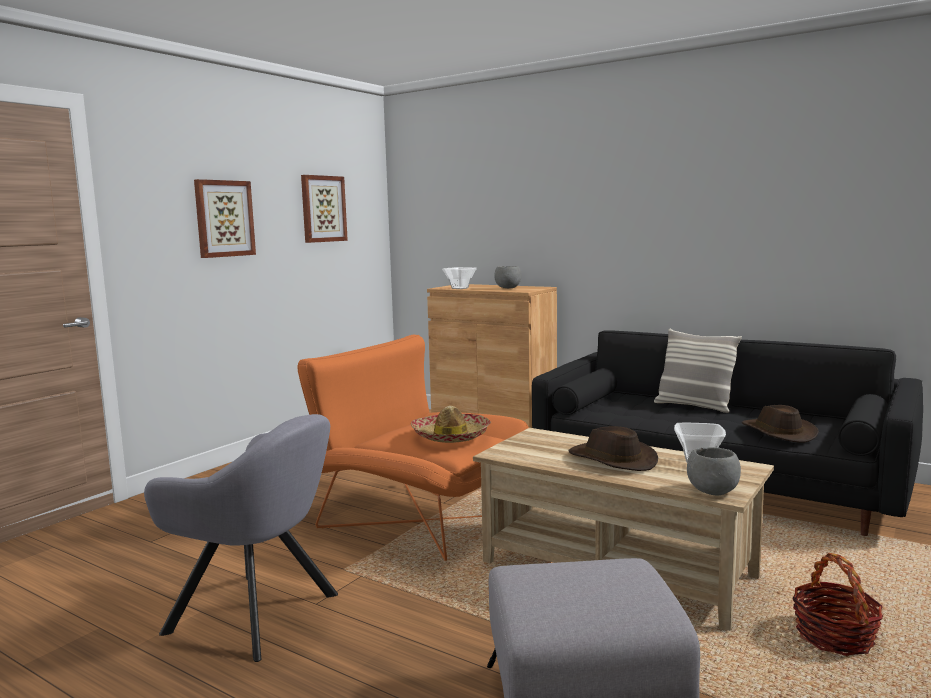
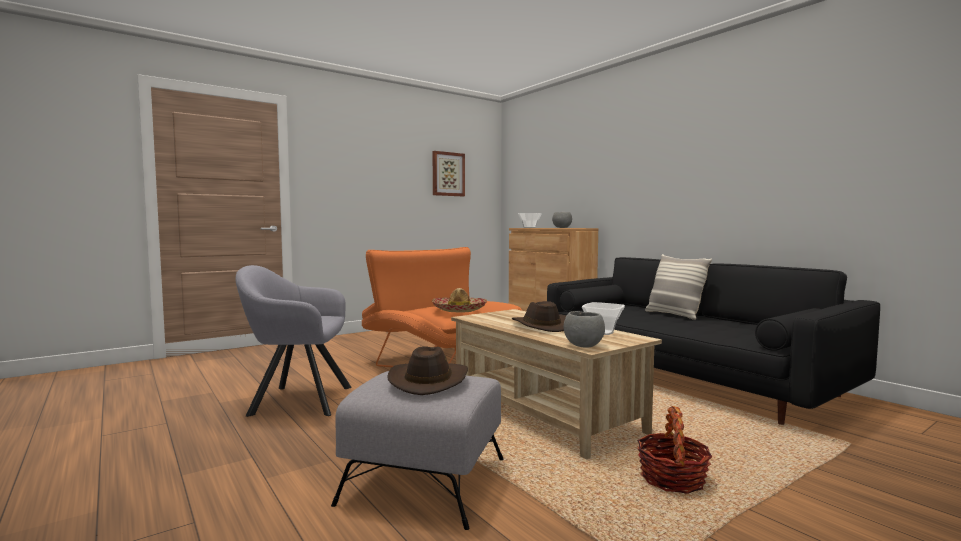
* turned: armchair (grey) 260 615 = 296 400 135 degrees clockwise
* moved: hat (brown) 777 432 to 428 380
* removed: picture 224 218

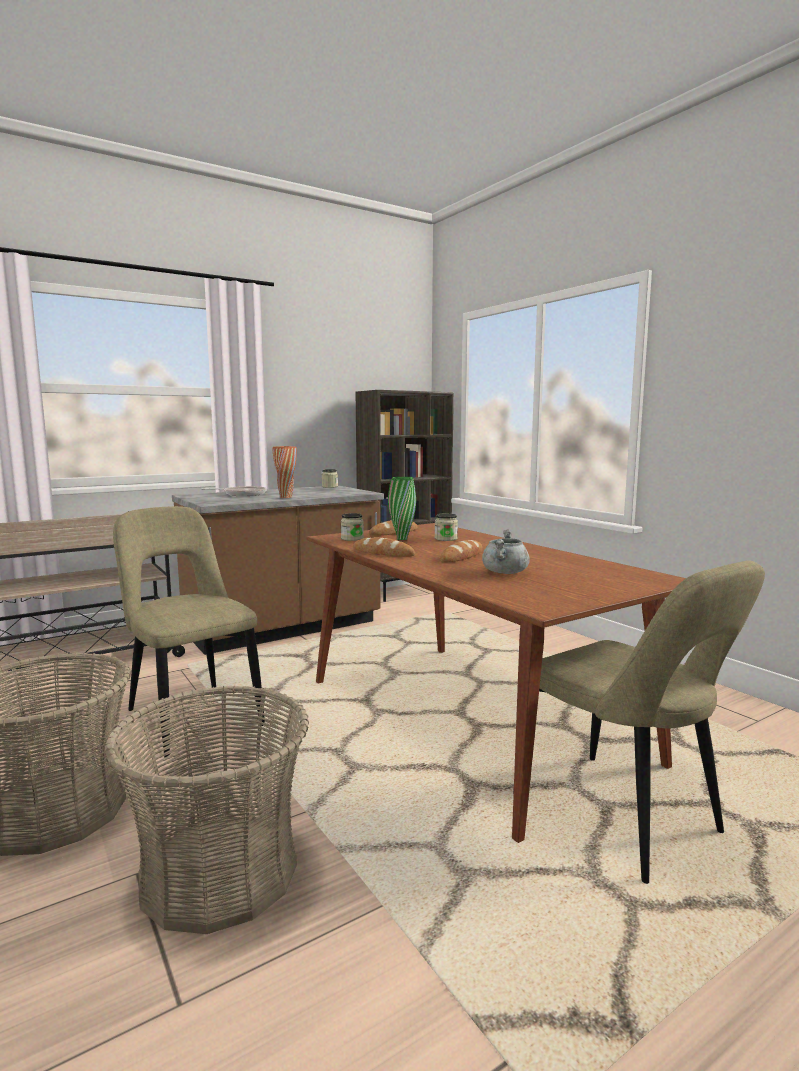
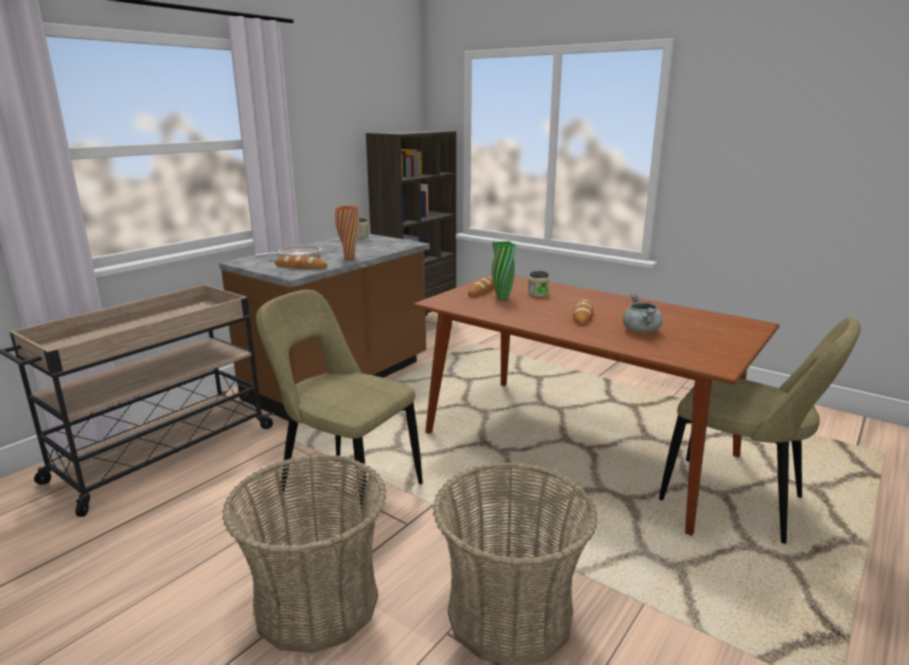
* moved: bread 383 553 to 301 266
* removed: jar 352 538

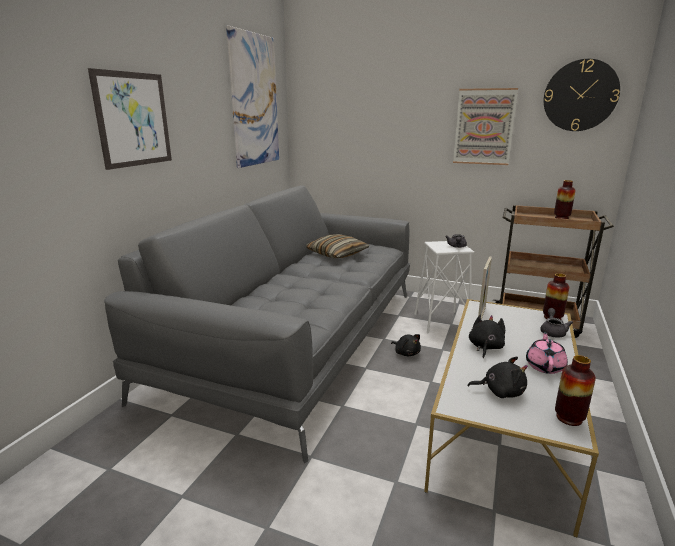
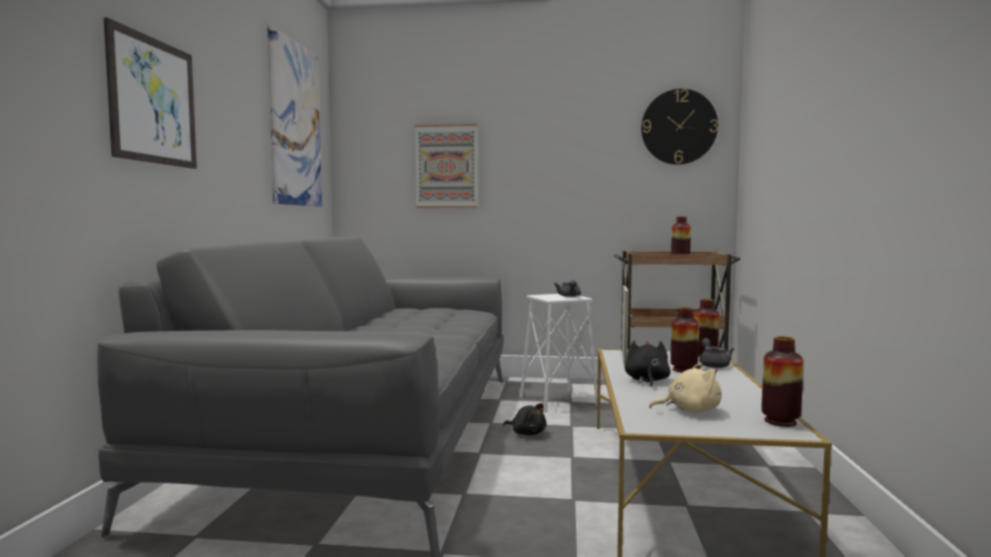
* moved: picture 484 127 to 446 166
* recoloured: plush toy (black) 500 391 to plush toy (beige) 689 410
* added: vase 683 370
* removed: pillow 337 254
* removed: teapot (pink) 545 366

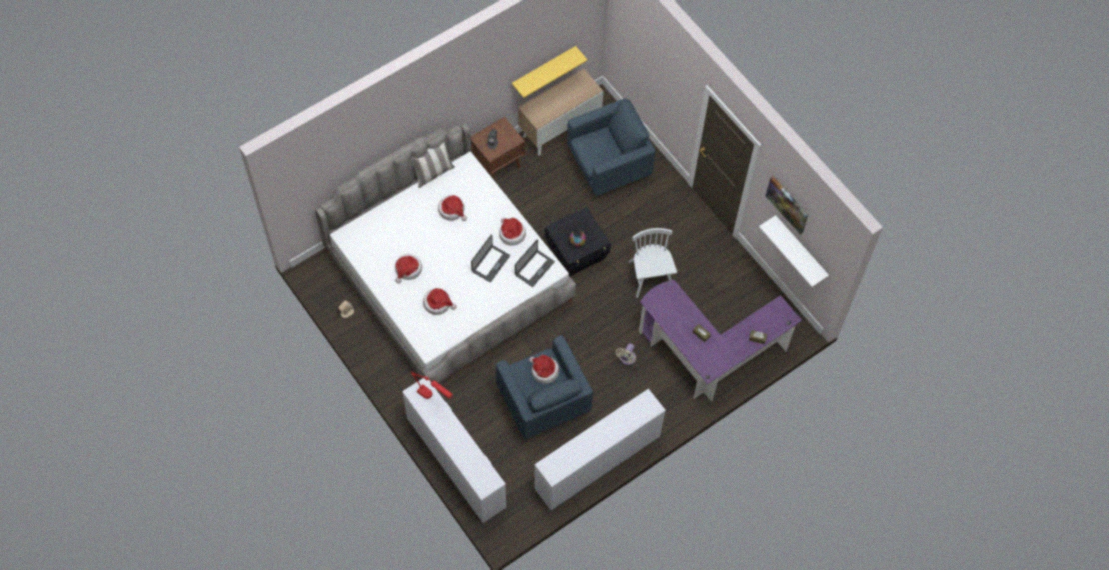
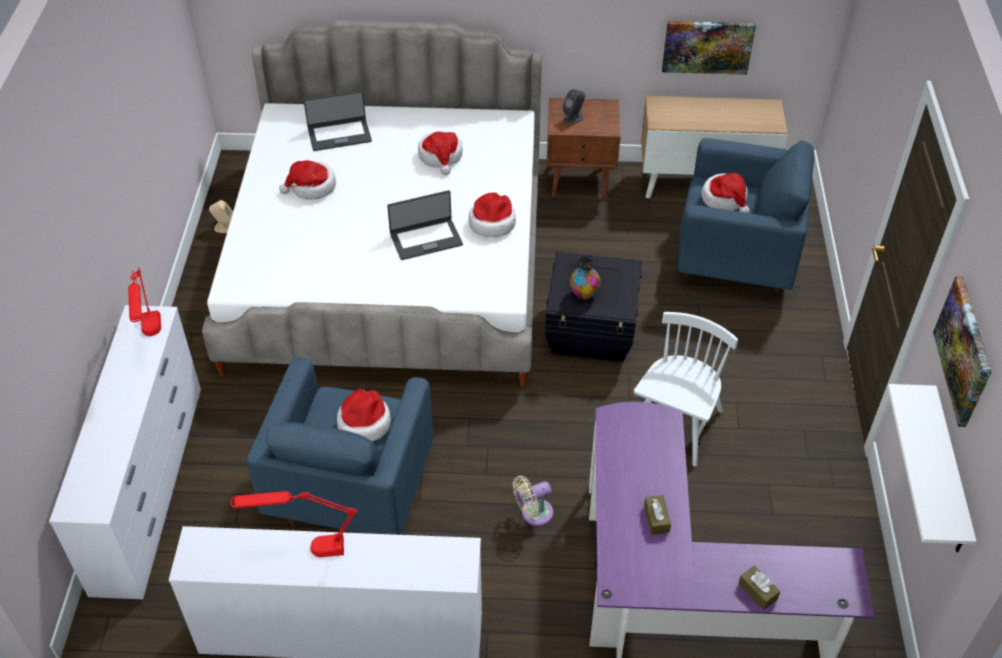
* added: table lamp (red) 304 549
* moved: laptop 534 268 to 339 134
* replaced: shelf (yellow) 543 69 to picture 707 46
* moved: hat 438 303 to 725 199
* removed: pillow 433 172

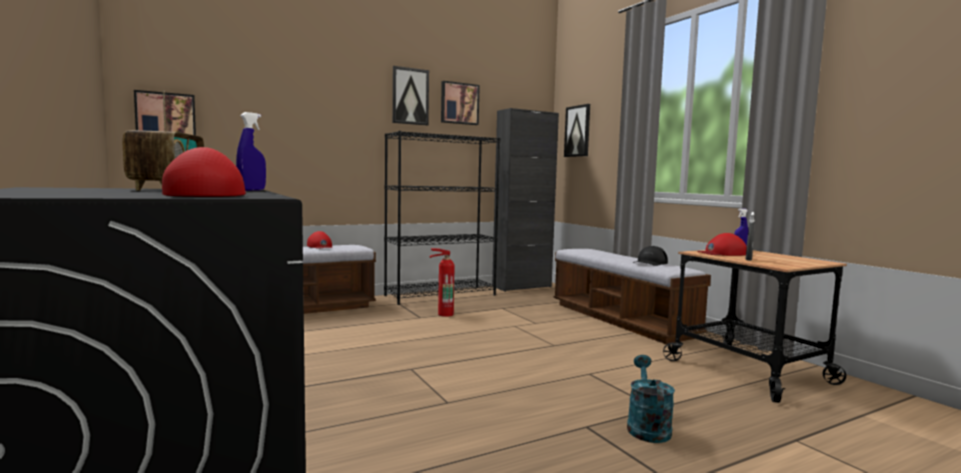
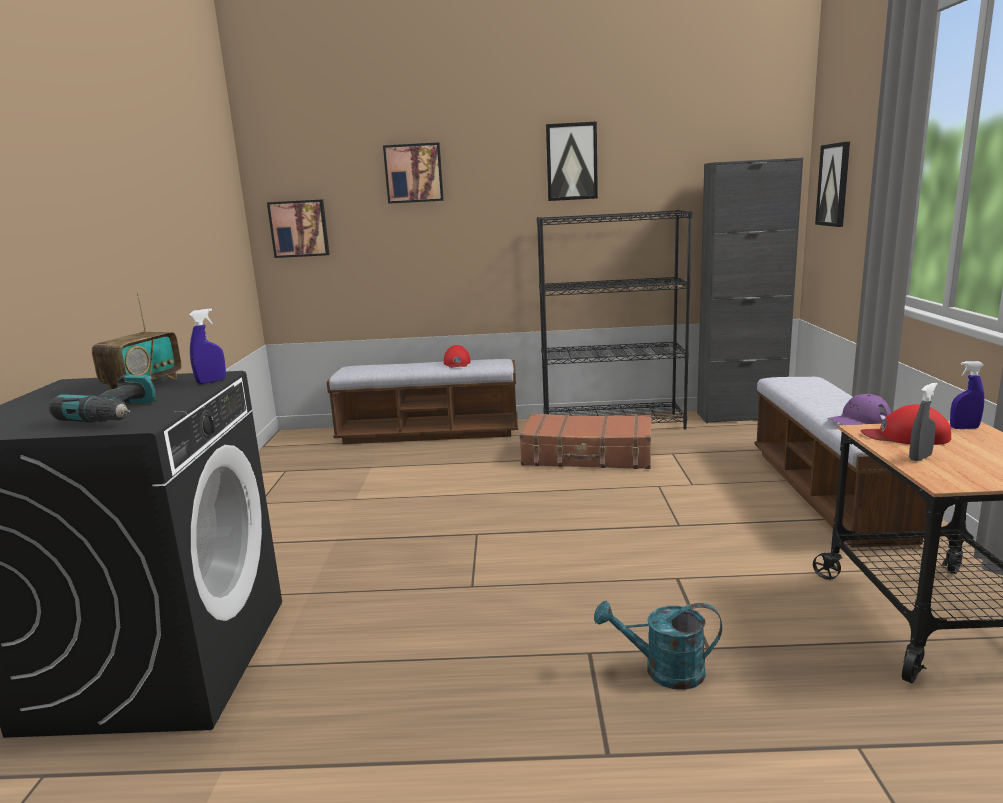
* replaced: cap (red) 208 194 to power drill 118 414
* moved: picture 459 103 to 414 173
* replaced: fire extinguisher 444 314 to suitcase (brown) 587 456
* turned: watering can (turquoise) 646 427 = 663 671 120 degrees counterclockwise
* recoloured: cap (black) 650 263 to cap (purple) 859 420

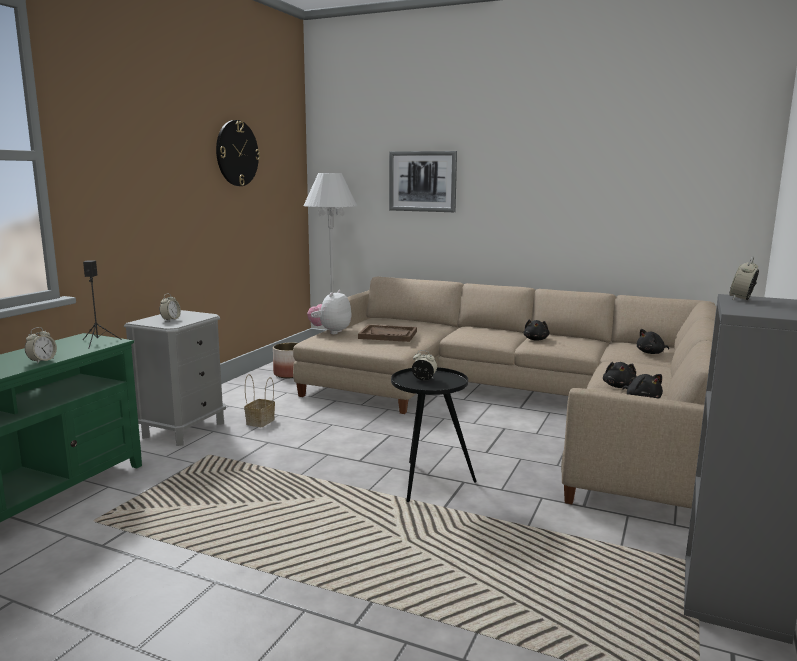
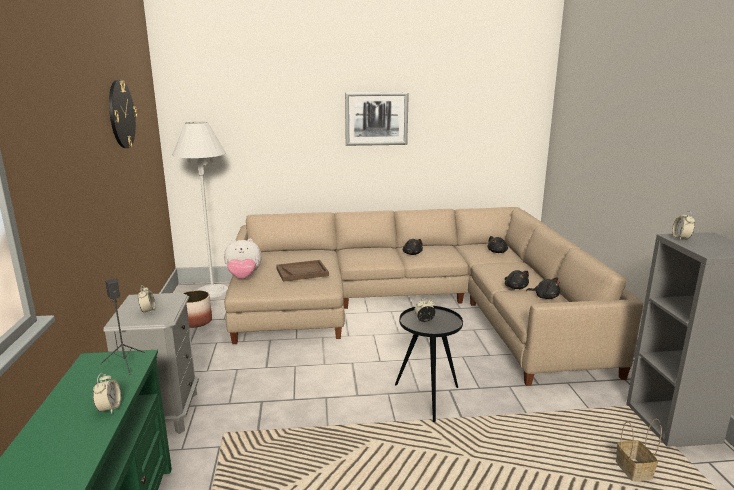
* turned: plush toy 330 332 = 243 277 90 degrees counterclockwise
* moved: picture 422 181 to 376 118
* moved: basket 260 422 to 635 471

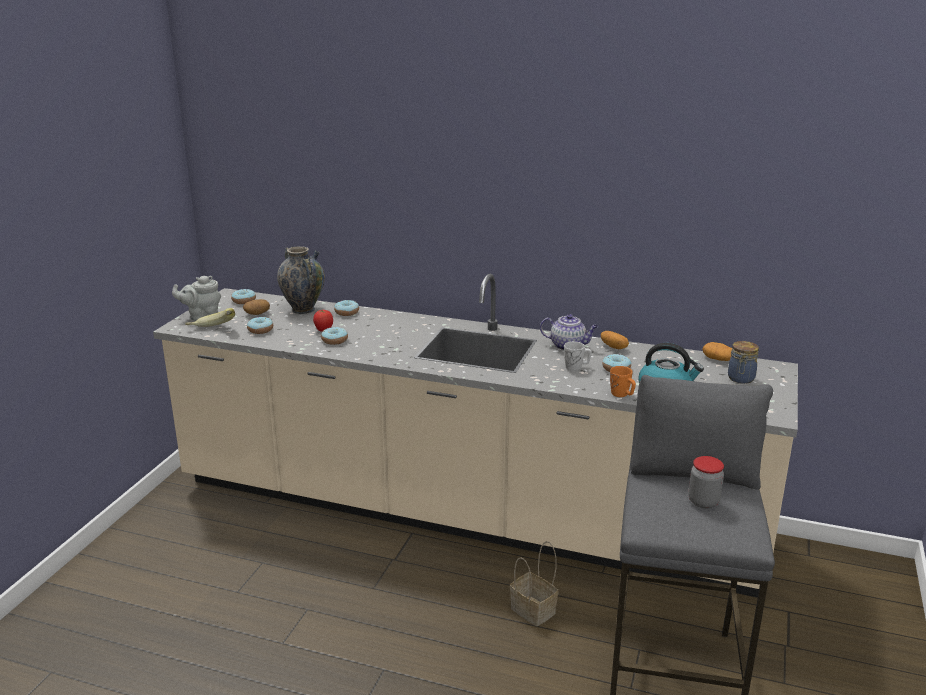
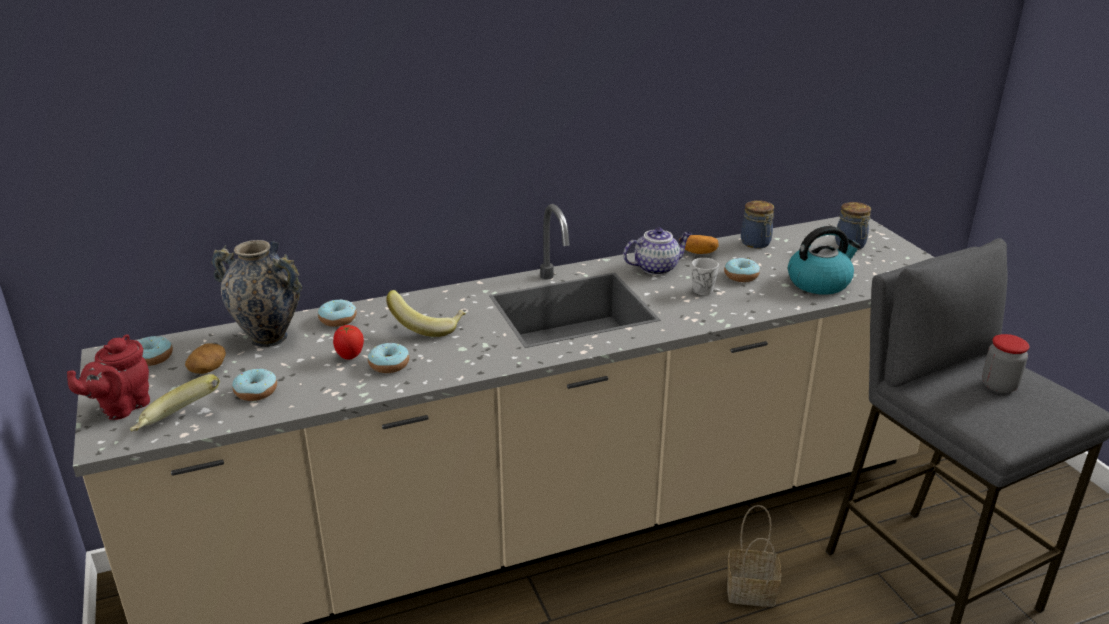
* recoloured: teapot (grey) 202 316 to teapot (red) 121 407
* added: banana 428 327
* added: jar 756 243
* removed: mug (orange) 622 395
* removed: potato 718 359

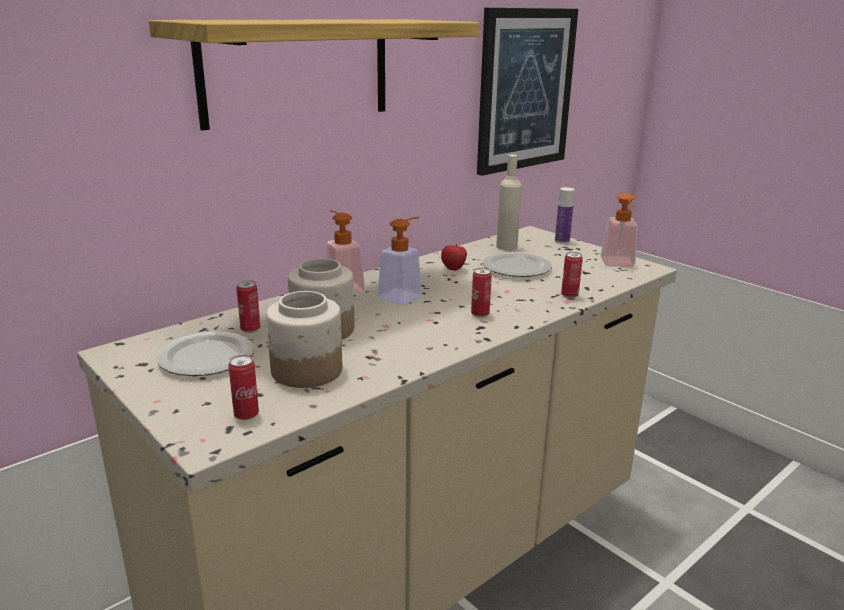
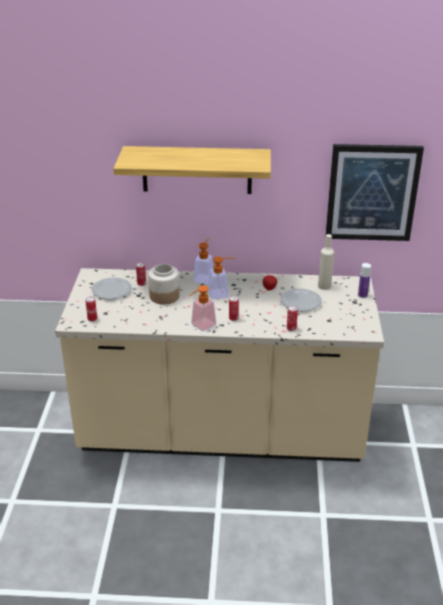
* moved: soap dispenser 618 265 to 200 326
* removed: jar 306 371

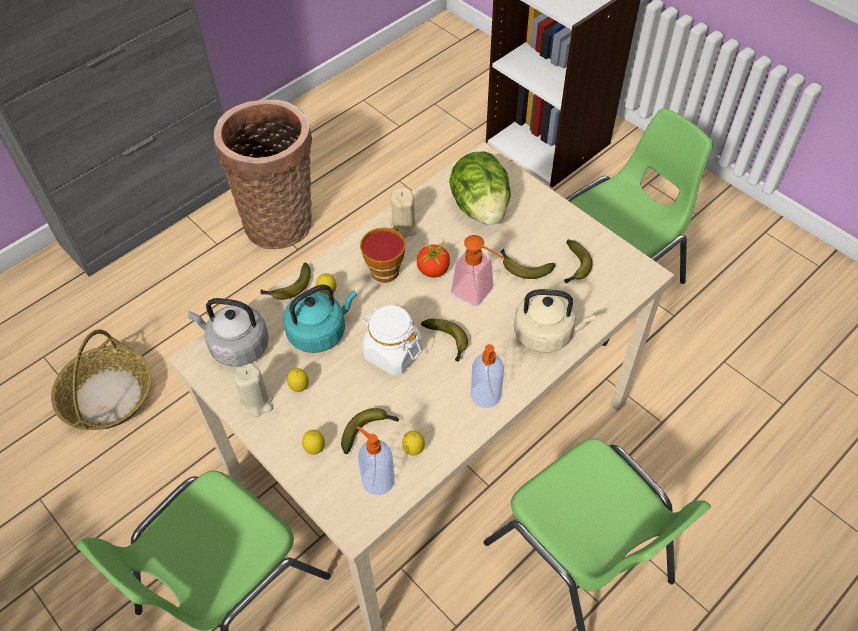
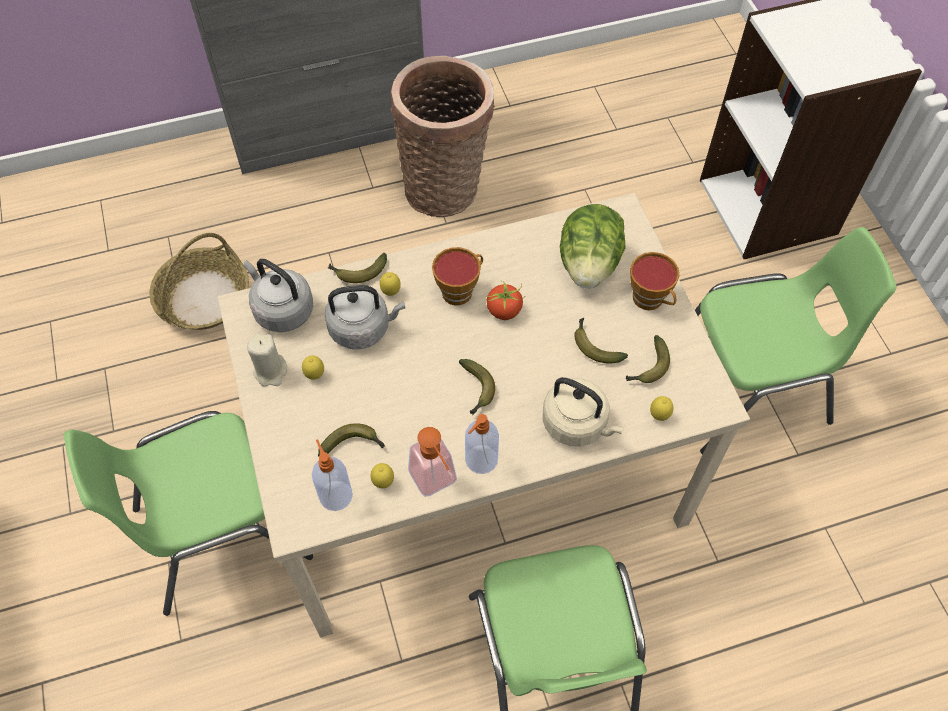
* recoloured: kettle (turquoise) 320 332 to kettle (grey) 363 328
* moved: soap dispenser 478 294 to 436 482
* added: cup 651 300
* moved: lemon 315 449 to 659 416
* removed: jar (white) 392 353
* removed: candle (beige) 403 227

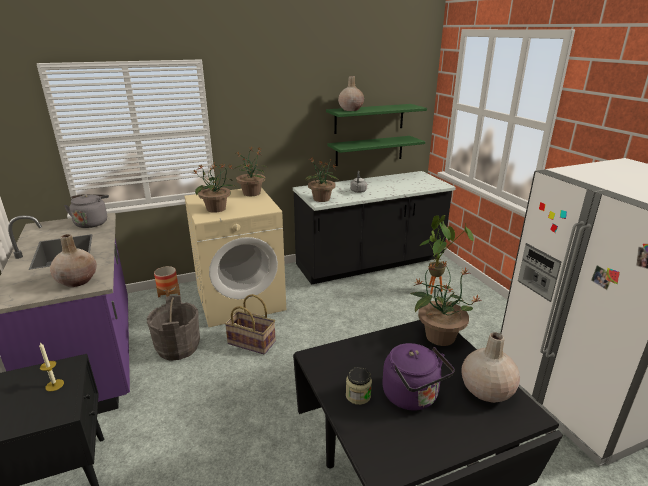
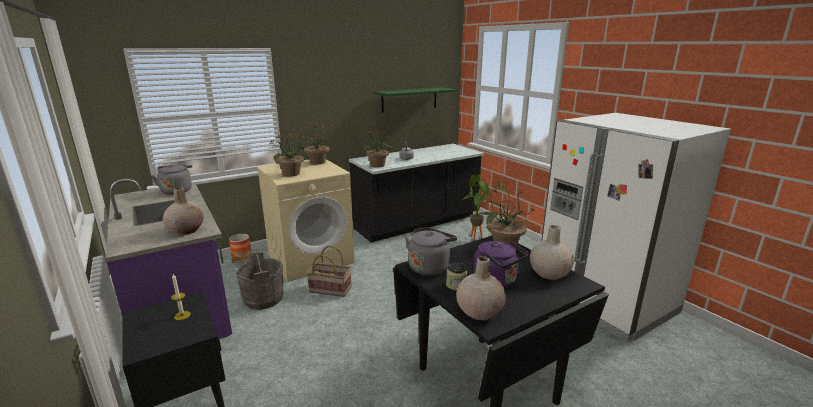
* added: kettle (grey) 429 267
* moved: vase (beige) 350 109 to 479 311
* removed: shelf (green) 369 150

